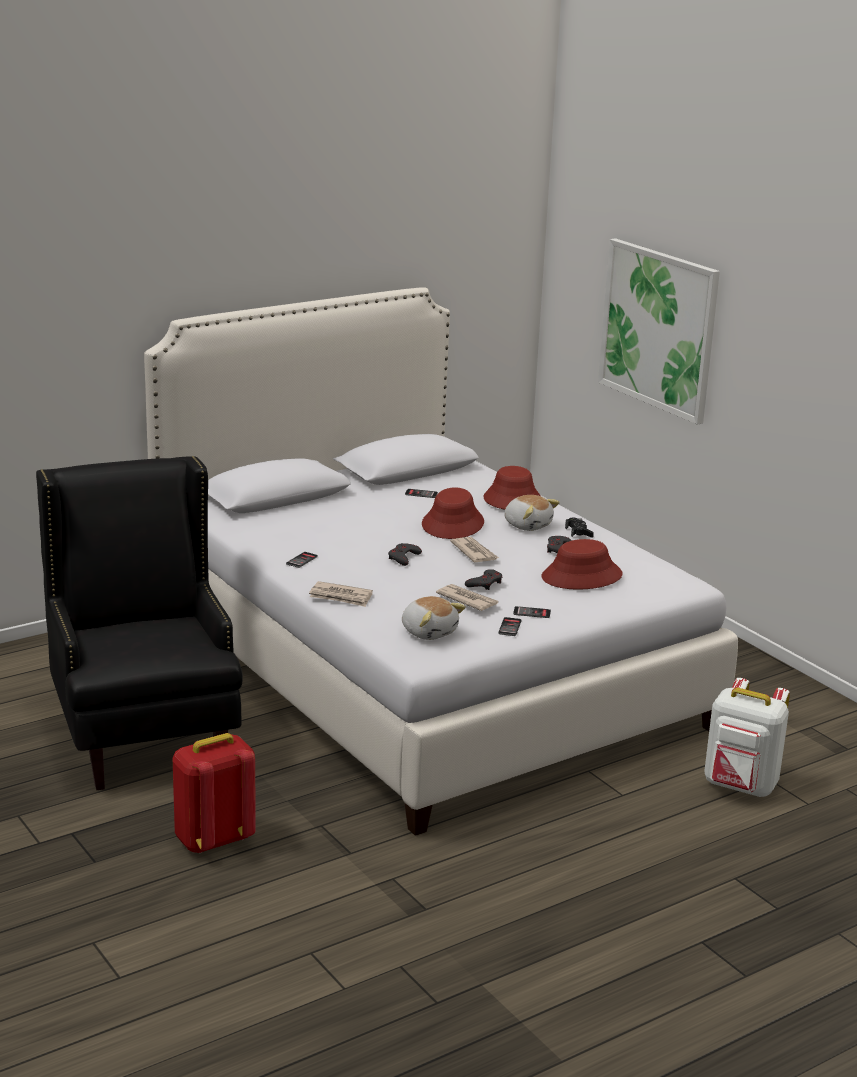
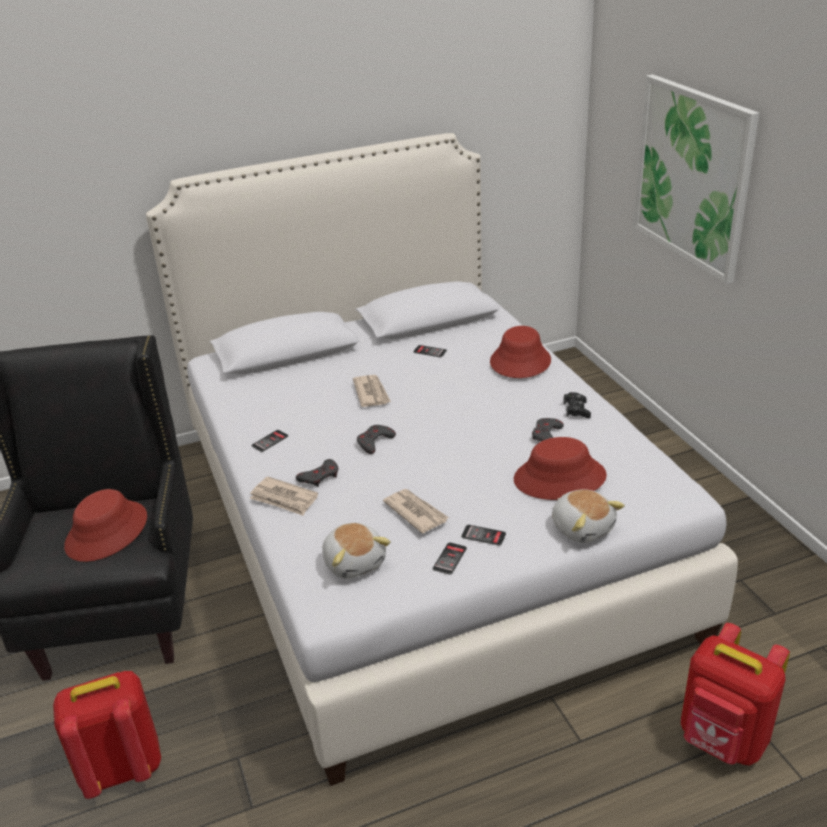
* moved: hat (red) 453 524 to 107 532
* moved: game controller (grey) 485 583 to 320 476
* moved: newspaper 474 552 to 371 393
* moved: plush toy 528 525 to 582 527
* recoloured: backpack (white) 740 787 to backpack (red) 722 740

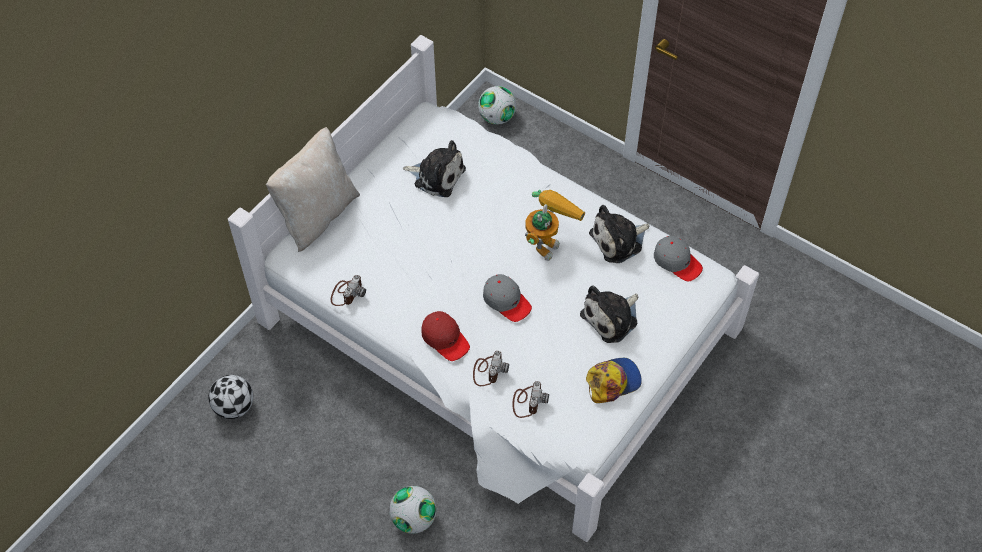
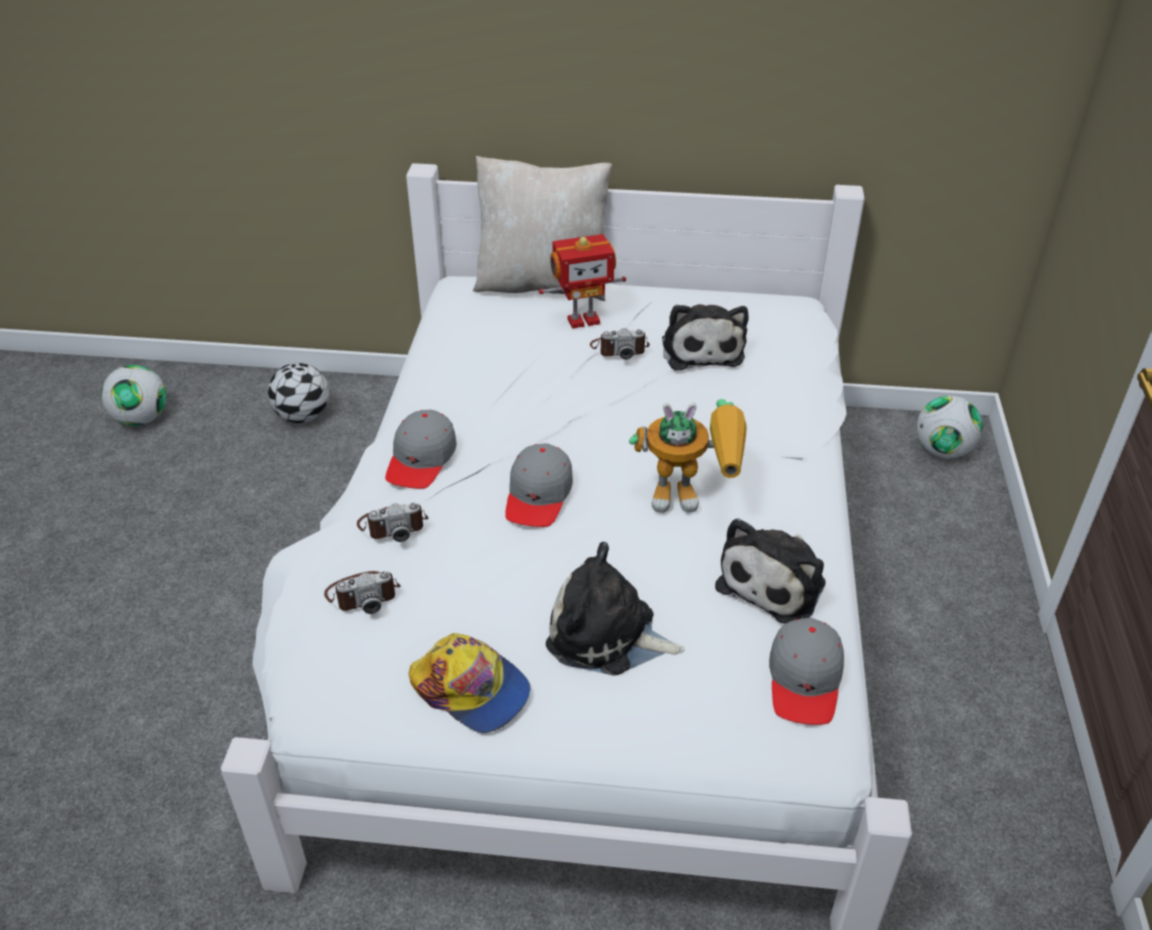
* moved: football 414 519 to 141 419
* recoloured: cap (red) 445 339 to cap (grey) 421 459
* added: toy robot 583 320
* moved: photo camera 347 293 to 619 348
* turned: plush toy 619 241 = 775 582 90 degrees counterclockwise

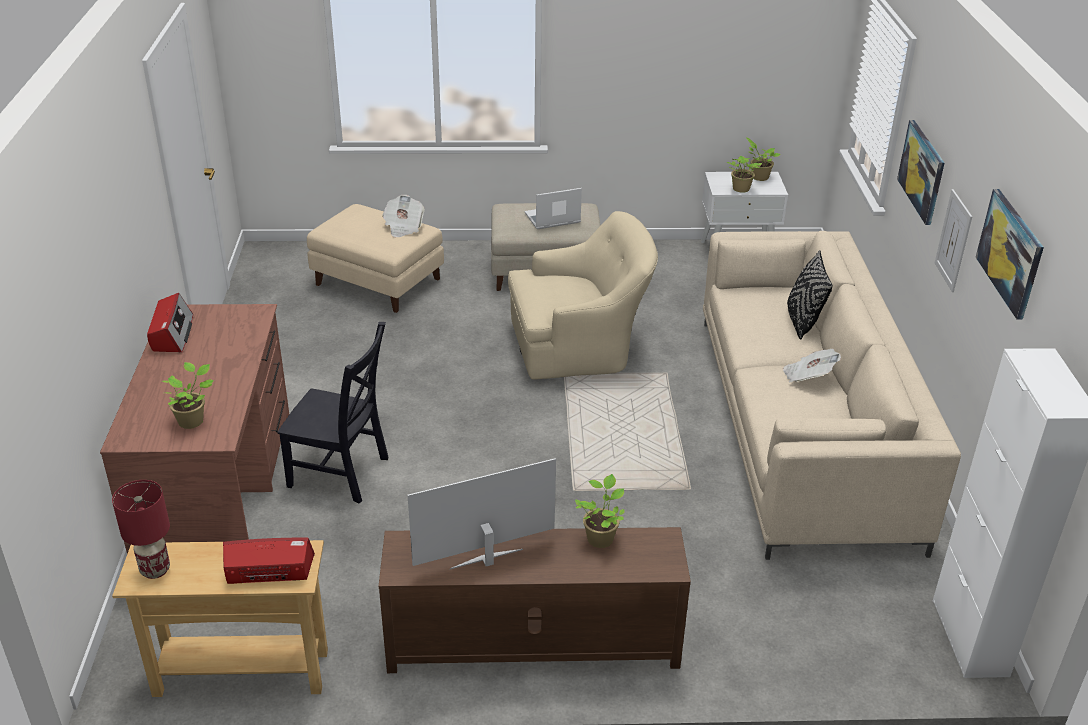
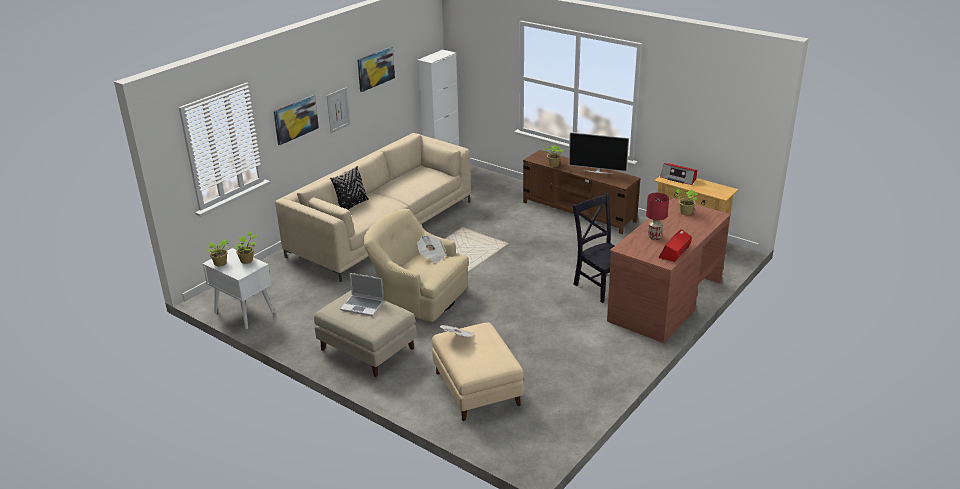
* moved: newspaper 808 377 to 432 256
* moved: table lamp (red) 156 570 to 654 237

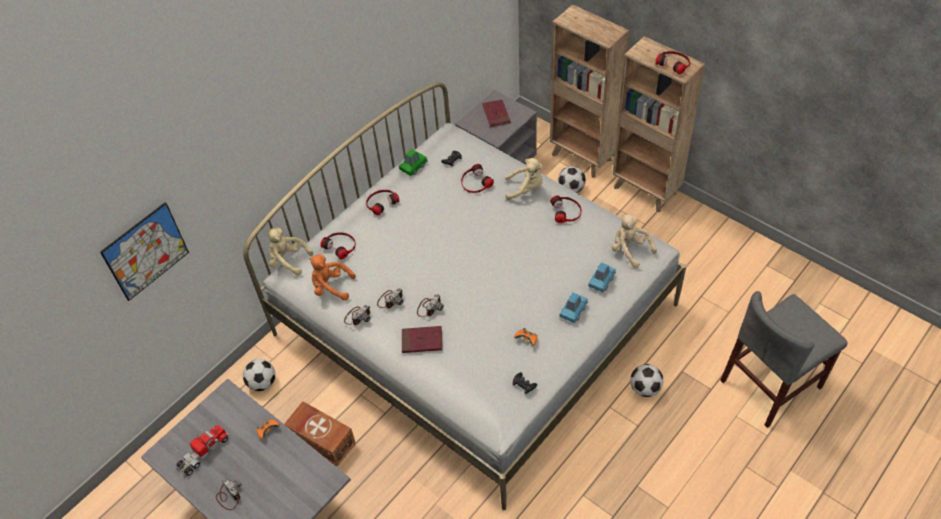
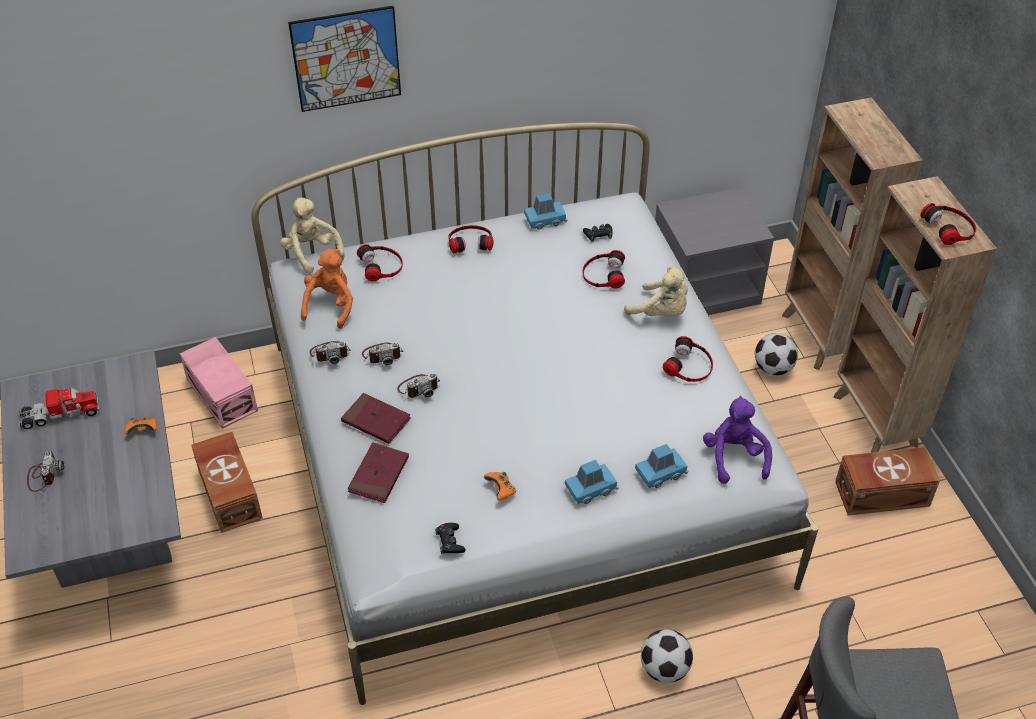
* replaced: football 262 383 to storage box (pink) 222 394
* moved: picture 146 251 to 346 59
* turned: plush toy (orange) 331 287 = 330 305 60 degrees clockwise
* moved: book (red) 496 114 to 378 475
* recoloured: toy car (green) 413 166 to toy car (blue) 545 220
* recoloured: plush toy (beige) 629 250 to plush toy (purple) 734 457
* added: storage box (brown) 880 493

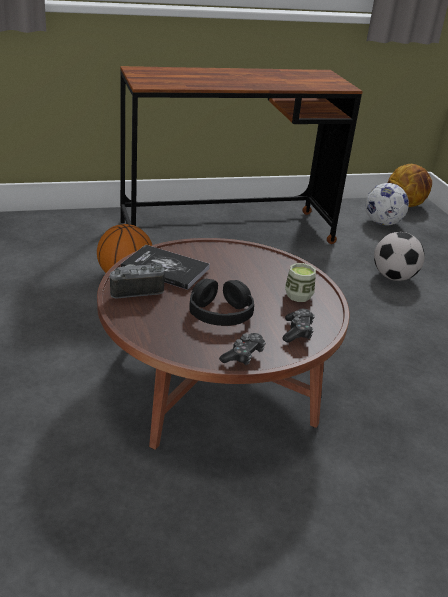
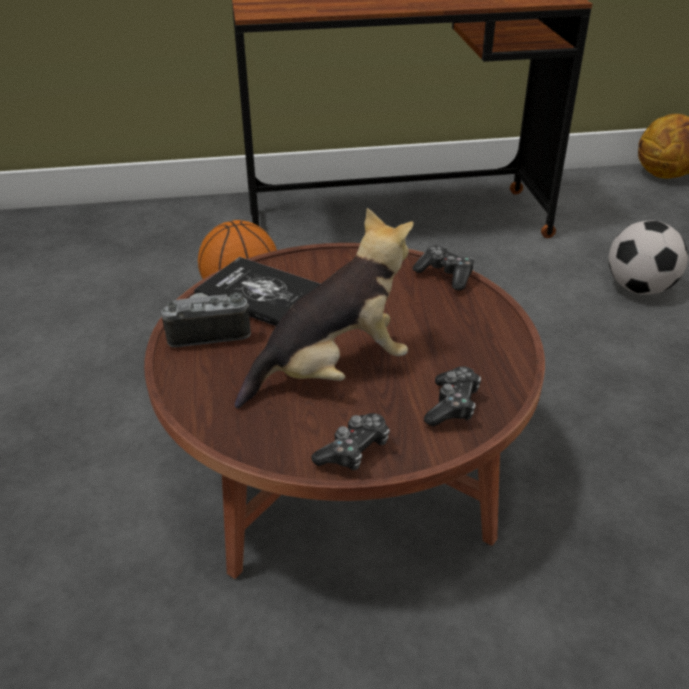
* replaced: headphones (black) 220 313 to plush toy 333 370
* added: game controller 445 275
* removed: cup 298 295
* removed: football 382 223

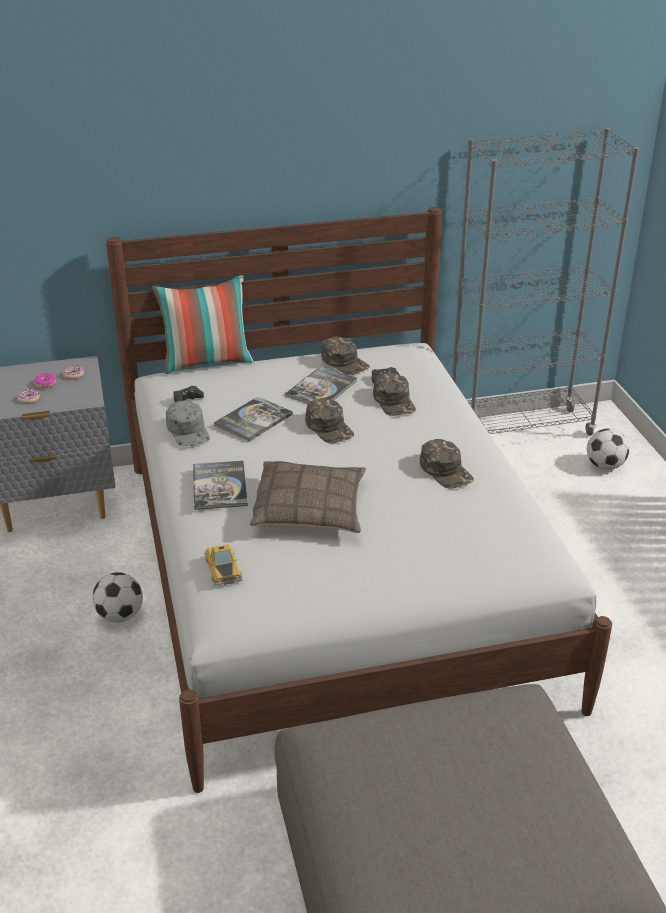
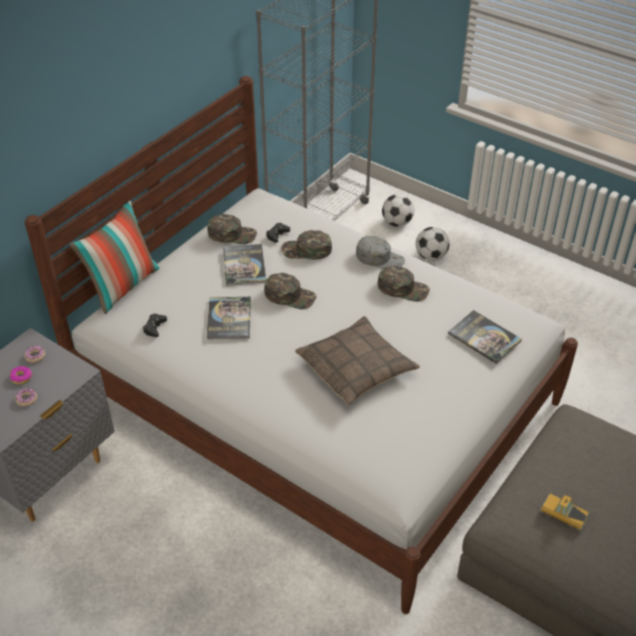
* turned: cap (green) 394 401 = 306 250 150 degrees clockwise
* moved: cap (grey) 188 430 to 380 258
* moved: football 120 615 to 431 256
* moved: book 219 486 to 484 337
* moved: toy car 223 567 to 563 513

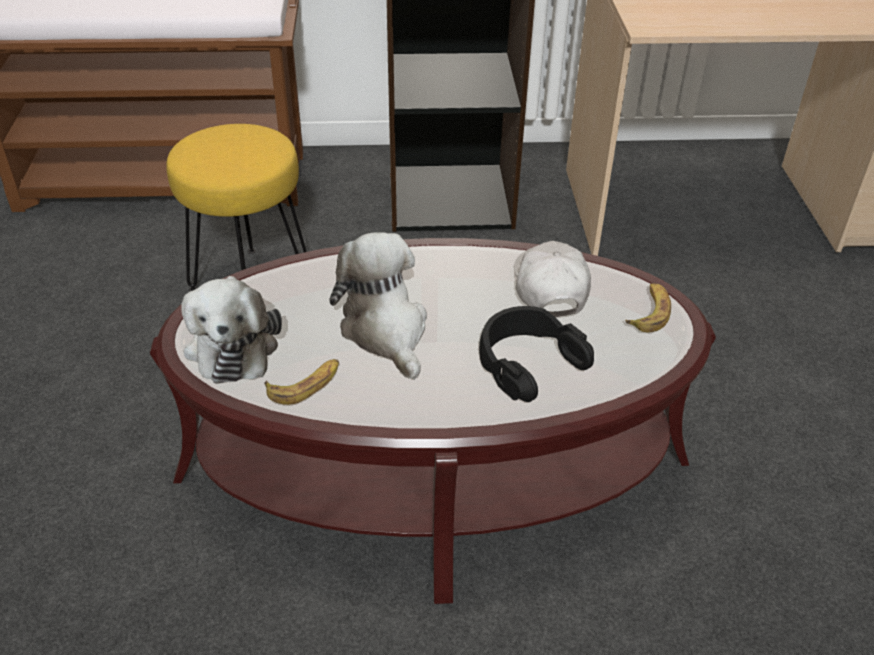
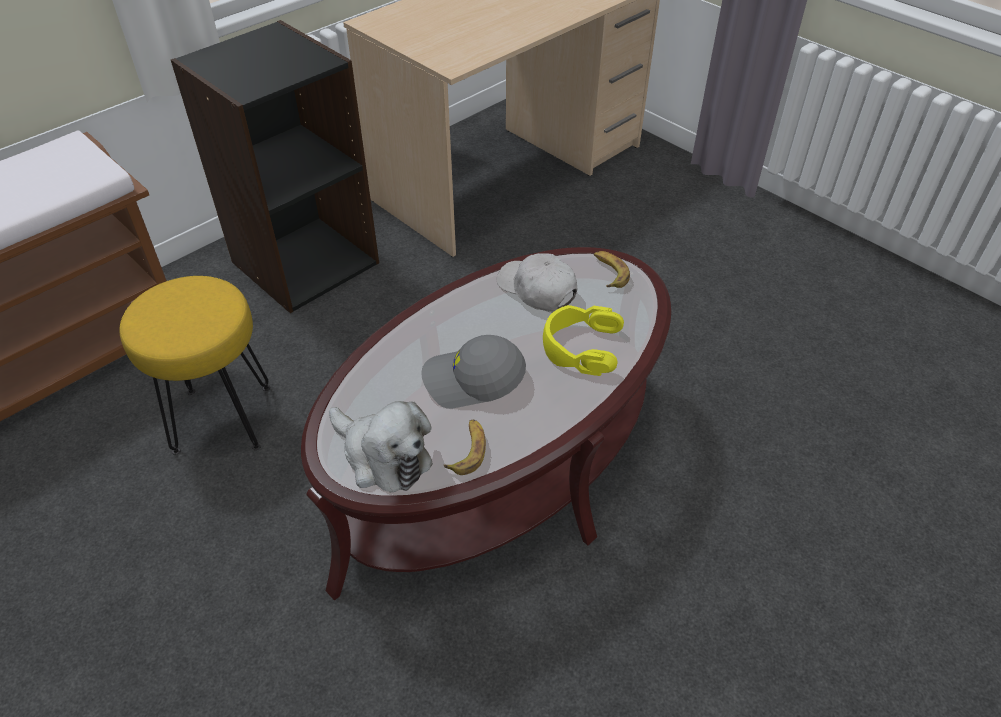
* replaced: plush toy 386 331 to cap (grey) 473 381
* recoloured: headphones (black) 528 362 to headphones (yellow) 580 347

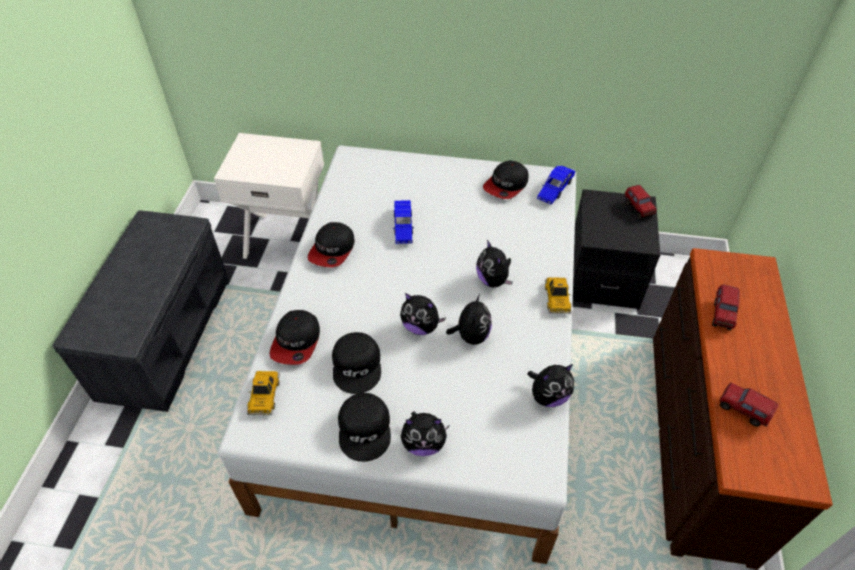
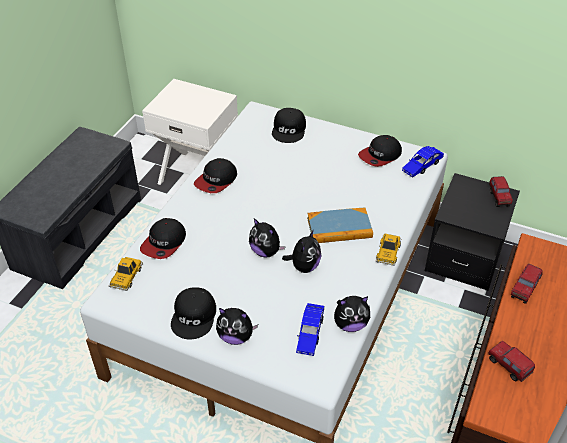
* moved: cap (black) 358 366 to 289 130
* moved: toy car (blue) 403 226 to 310 333
* replaced: plush toy 493 280 to book 339 228

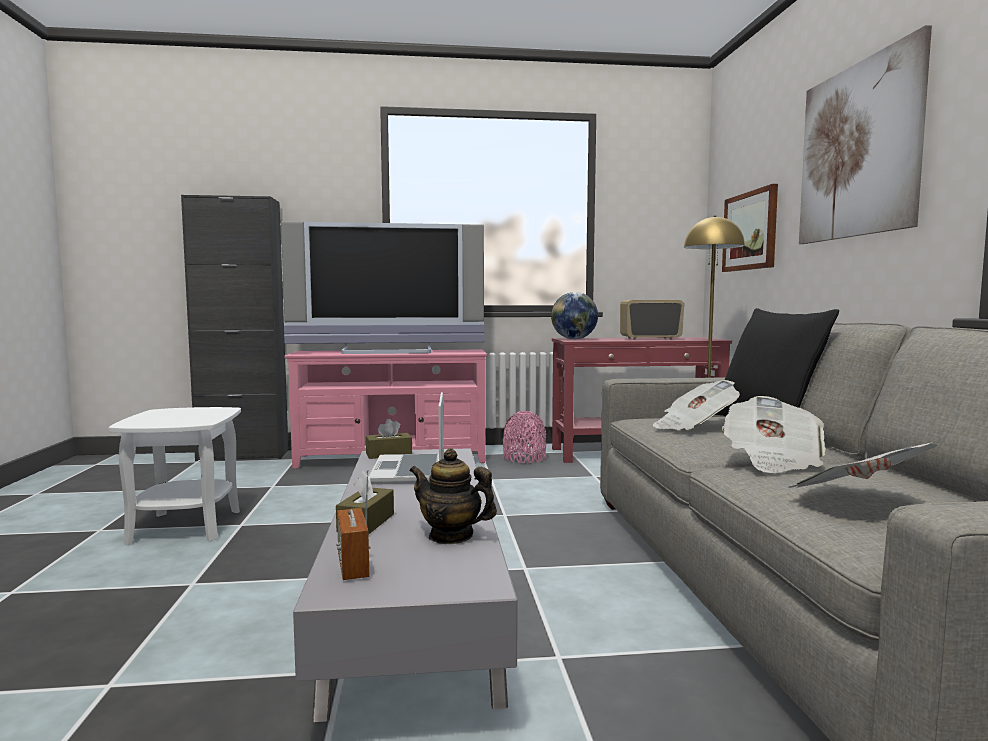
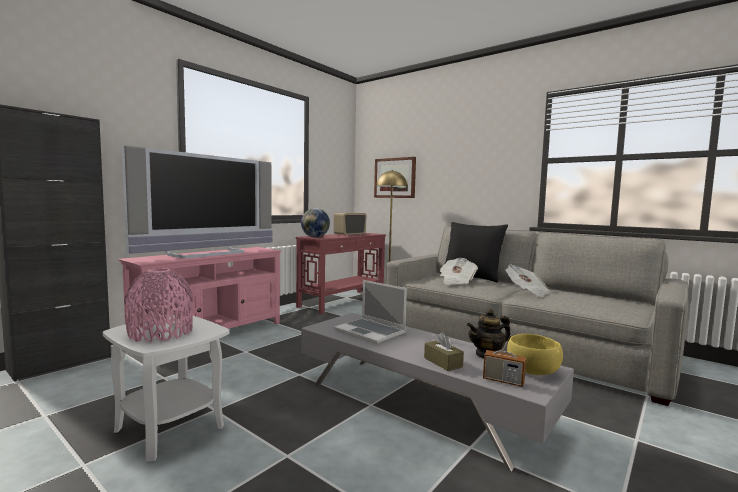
* moved: vase (pink) 524 458 to 161 333
* added: bowl (yellow) 533 371
* removed: tissue box (brown) 389 454
* removed: newspaper 856 501
* removed: picture 858 150

